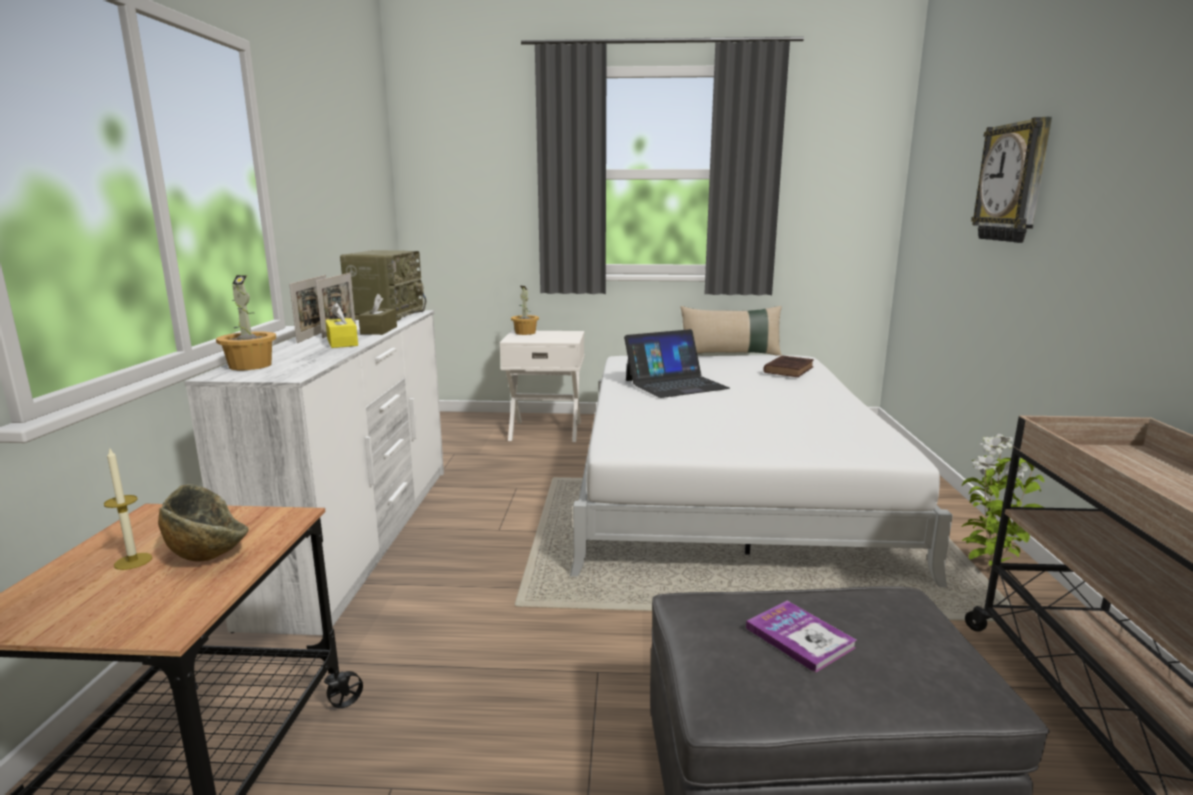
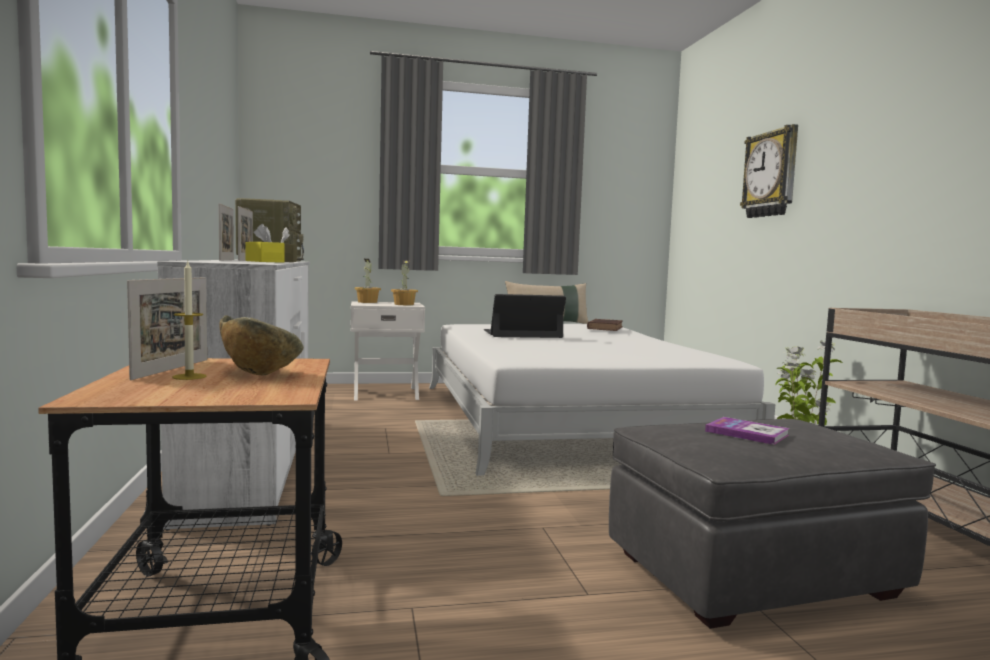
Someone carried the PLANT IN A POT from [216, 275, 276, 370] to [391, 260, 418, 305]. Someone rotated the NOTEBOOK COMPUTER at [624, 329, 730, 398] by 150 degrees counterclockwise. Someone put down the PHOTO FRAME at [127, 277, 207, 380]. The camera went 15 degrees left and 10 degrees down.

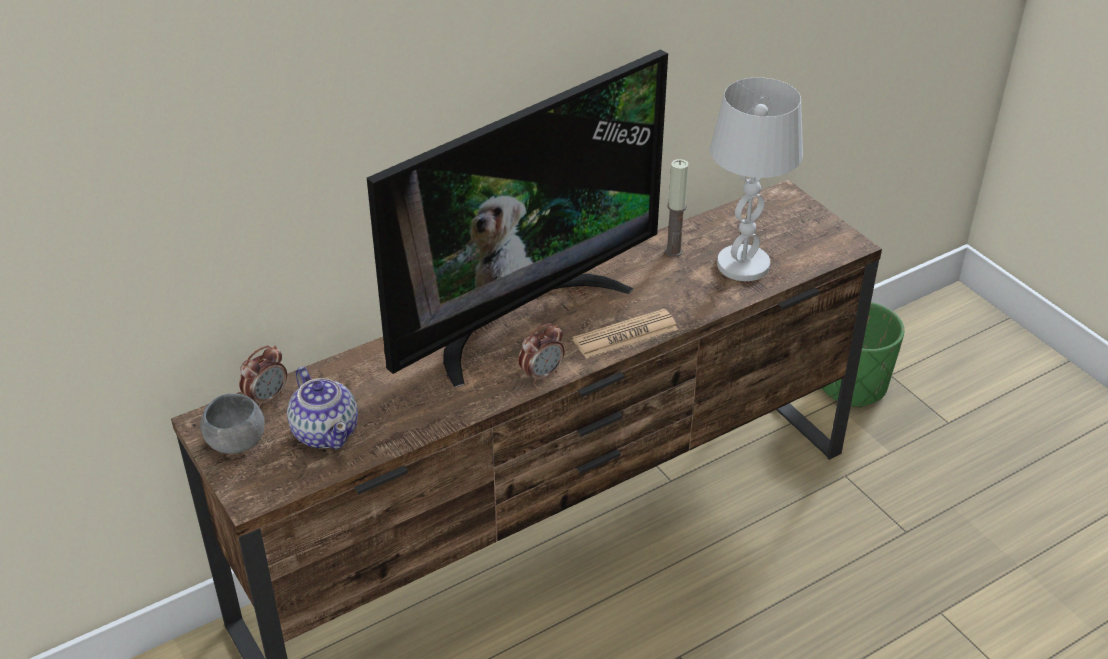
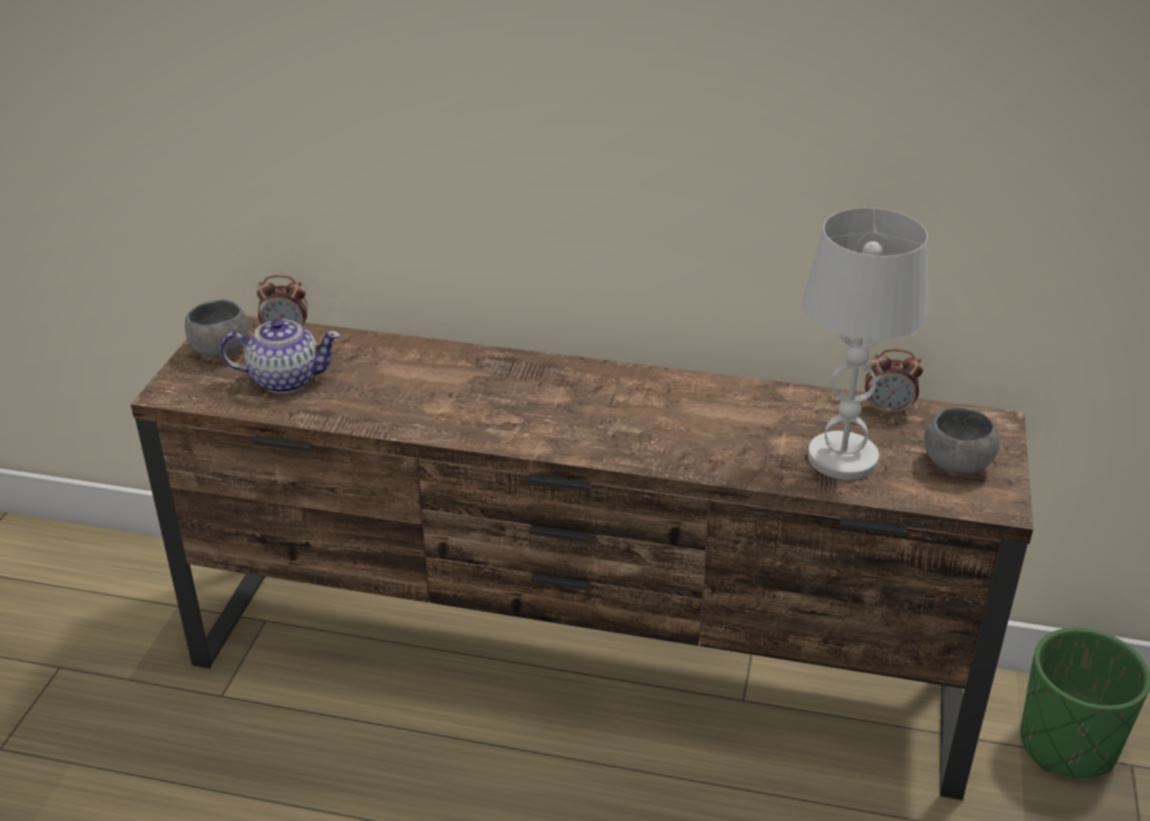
Someone rotated the TEAPOT at [287, 367, 358, 449] by 105 degrees counterclockwise. Someone took away the TV at [367, 49, 668, 387]. Someone carried the BEDSIDE CLOCK from [518, 323, 565, 384] to [865, 349, 923, 416]. Someone took away the DAILY PAPER at [572, 309, 678, 359]. Someone took away the CANDLE at [665, 159, 689, 257]. Someone put down the GRAY SERVING BOWL at [924, 407, 999, 474]. The camera went 45 degrees right and 5 degrees down.

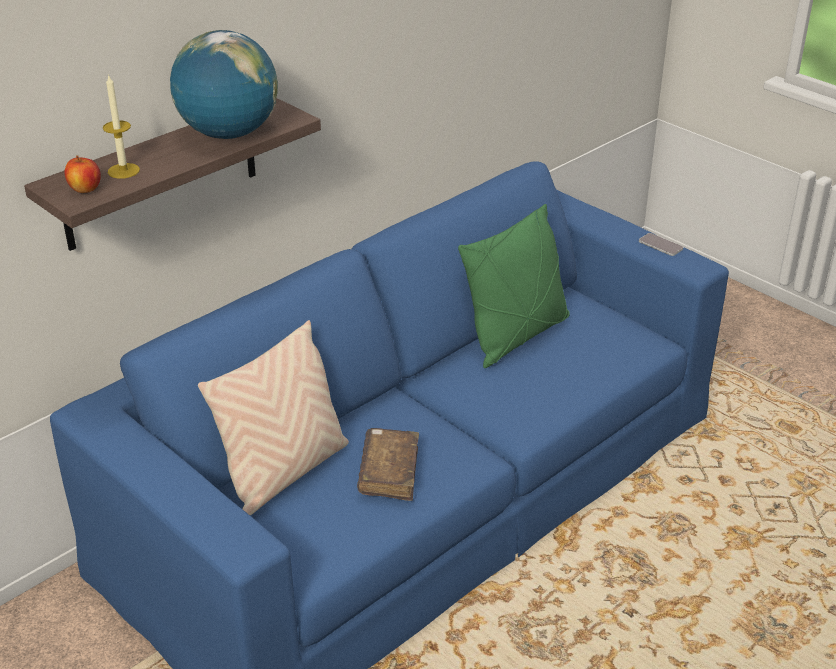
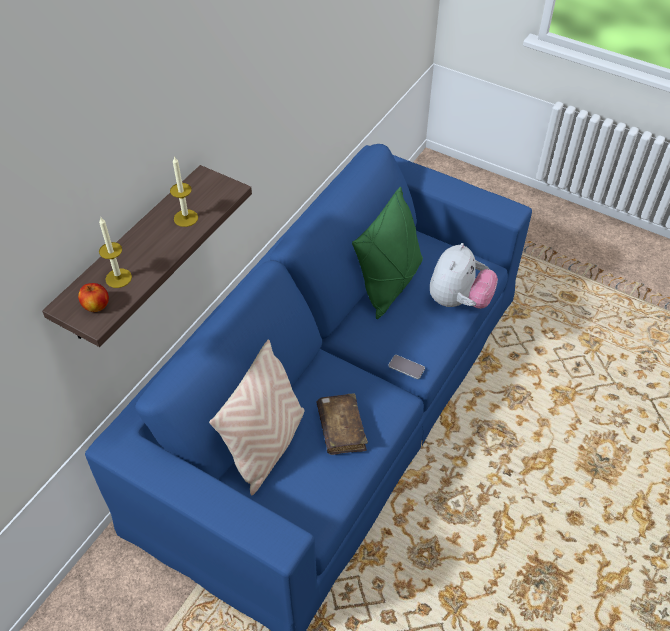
Someone swapped the WORLD GLOBE at [170, 30, 278, 139] for the CANDLE at [170, 156, 198, 227]. Someone carried the HANDSET from [639, 233, 683, 256] to [389, 355, 425, 379]. Someone put down the SOFT TOY at [430, 243, 498, 309]. The camera went 15 degrees left and 15 degrees up.

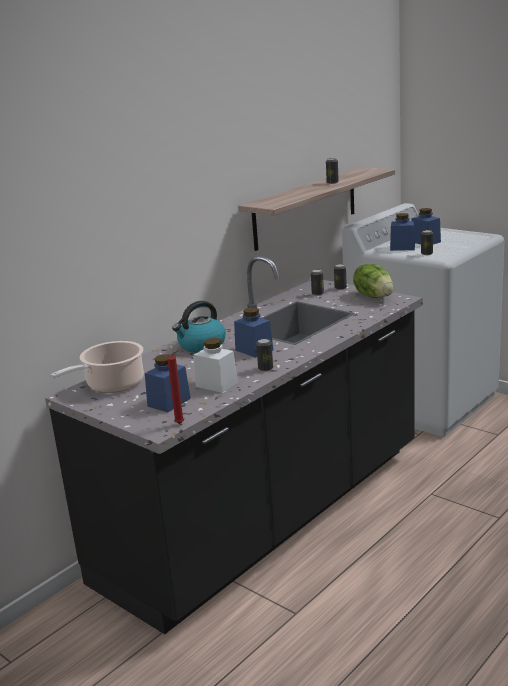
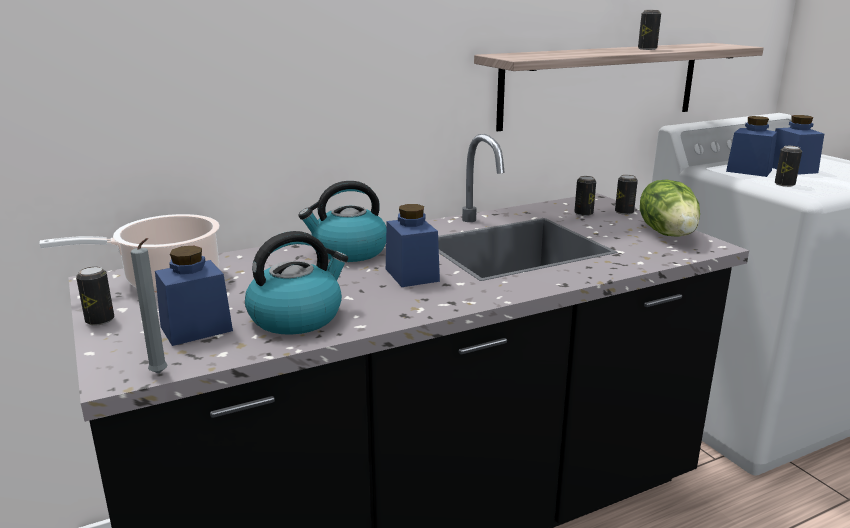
Someone repainted the RED-COLOURED CANDLE at [168, 350, 184, 424], which became the GRAY CANDLE at [131, 238, 167, 374]. Someone swapped the WHITE PRESERVE JAR at [194, 338, 238, 393] for the TEA KETTLE at [245, 231, 348, 335]. Someone carried the METAL CAN from [256, 339, 273, 371] to [76, 266, 114, 325]. The camera went 20 degrees right and 0 degrees up.

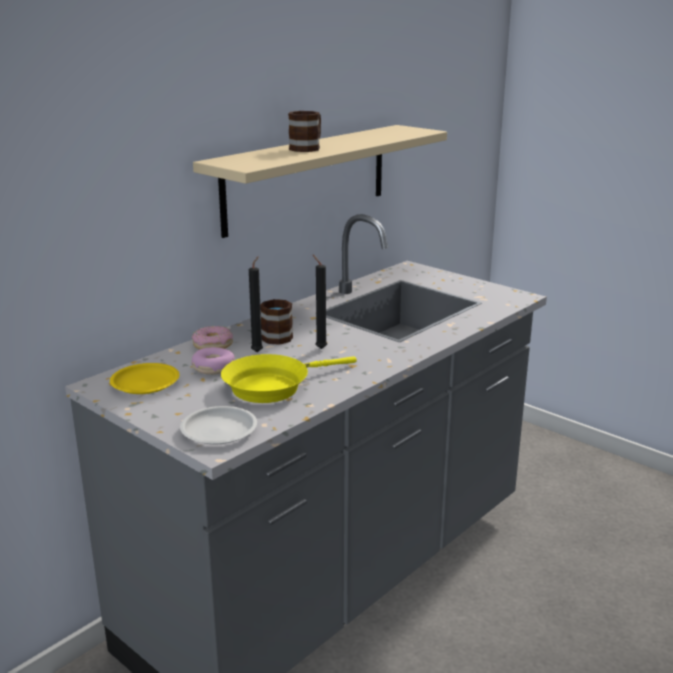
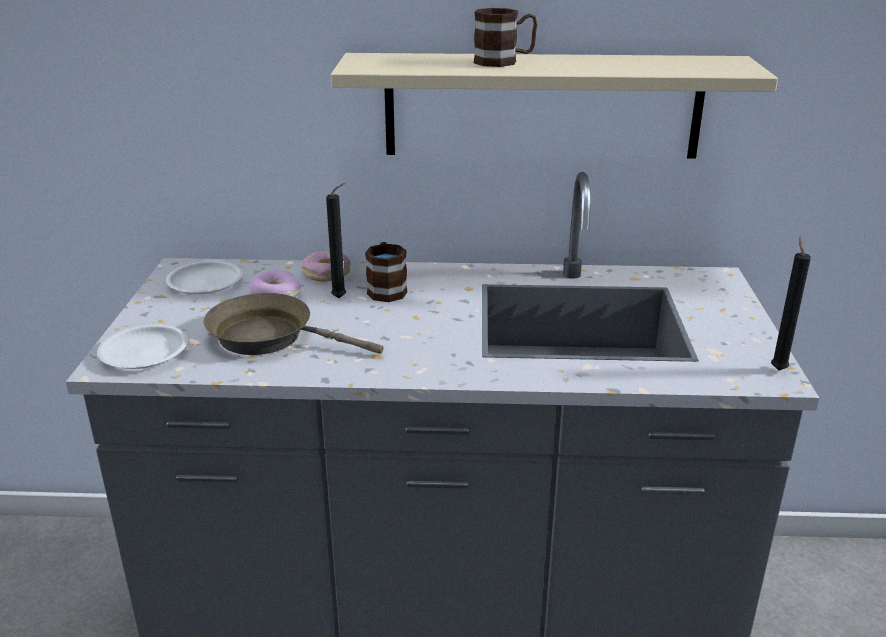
Someone repainted the YELLOWISH PLATE at [110, 363, 180, 394], which became the WHITE PLATE at [166, 261, 243, 294]. Someone repainted the YELLOWISH SKILLET at [221, 354, 357, 403], which became the BROWNISH SKILLET at [204, 293, 383, 355]. Someone carried the BLACK-COLOURED CANDLE from [313, 255, 327, 349] to [771, 236, 811, 370]. The camera went 50 degrees right and 5 degrees up.

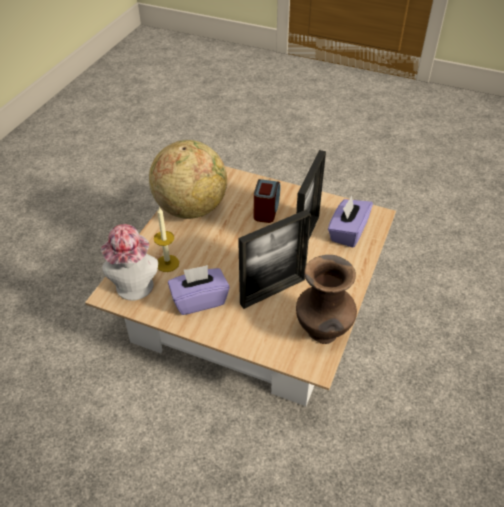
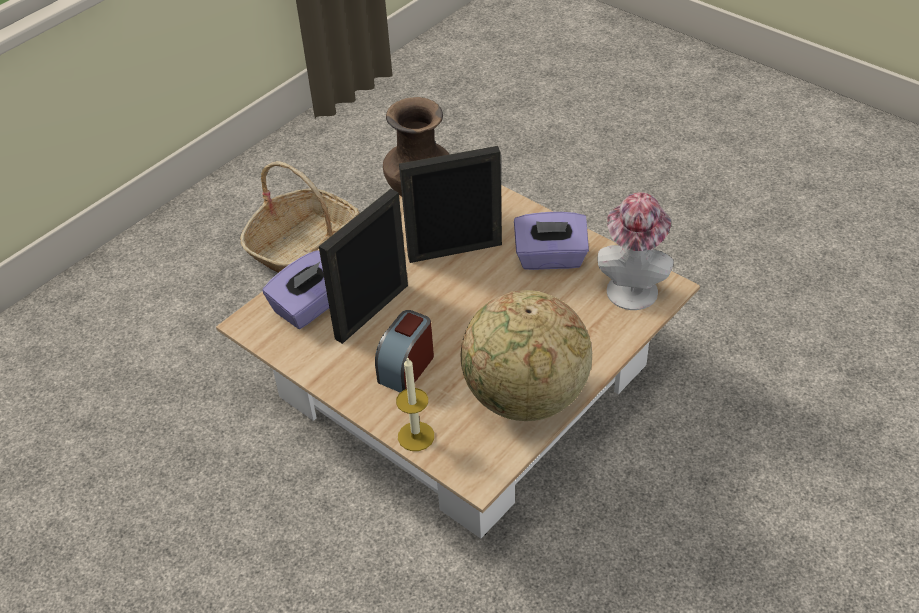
Someone carried the CANDLE from [154, 207, 179, 272] to [396, 357, 434, 451]. Someone put down the STORAGE BASKET at [240, 161, 360, 273]. The camera went 160 degrees left and 0 degrees up.

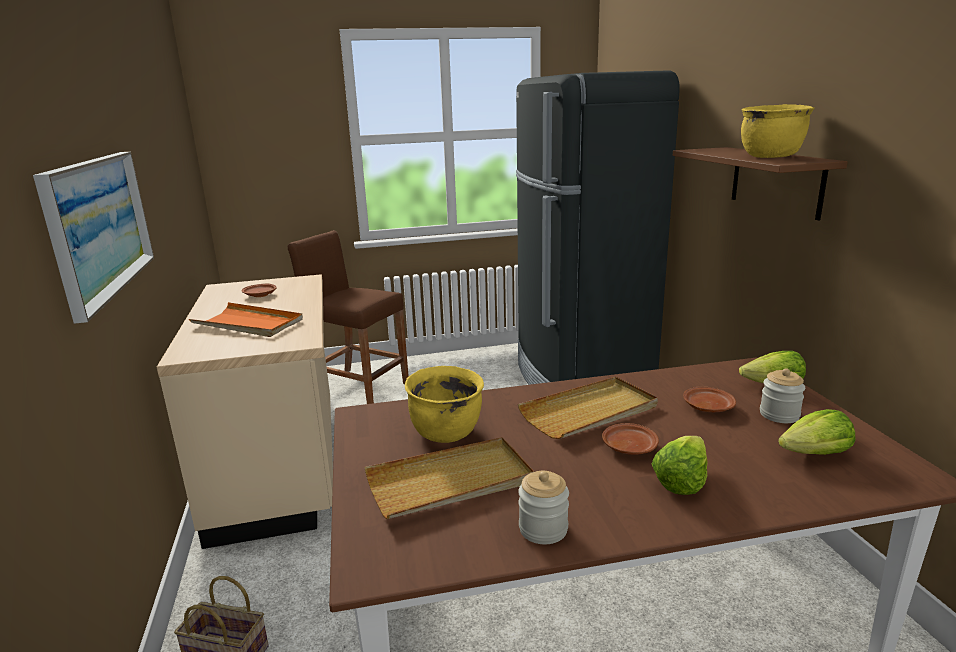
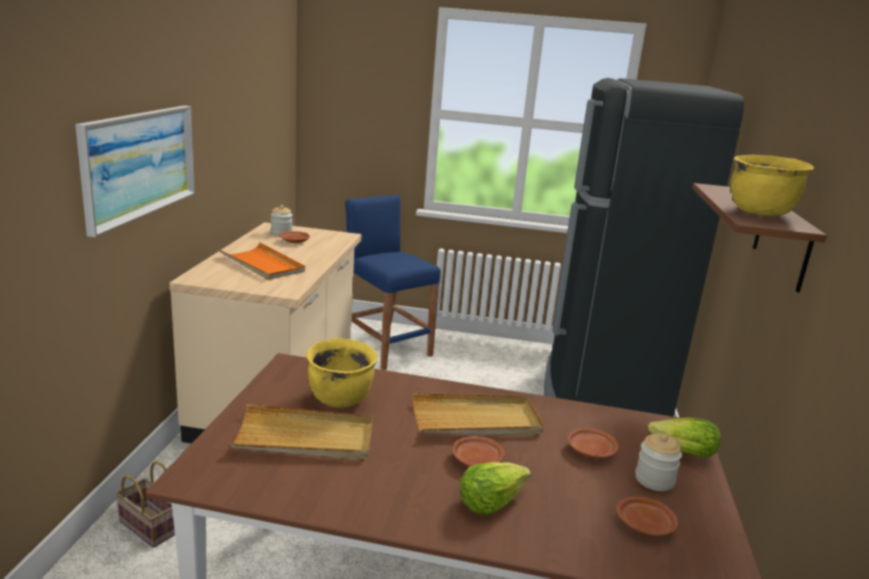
Someone repainted the BROWNISH STOOL SEAT at [288, 230, 409, 404], which became the BLUE-COLOURED STOOL SEAT at [345, 195, 441, 370]. Someone carried the PRESERVE JAR from [518, 471, 569, 544] to [271, 205, 293, 236]. Someone swapped the HEAD OF LETTUCE at [778, 409, 855, 455] for the BROWNISH PLATE at [616, 496, 678, 536]. The camera went 20 degrees right and 0 degrees up.

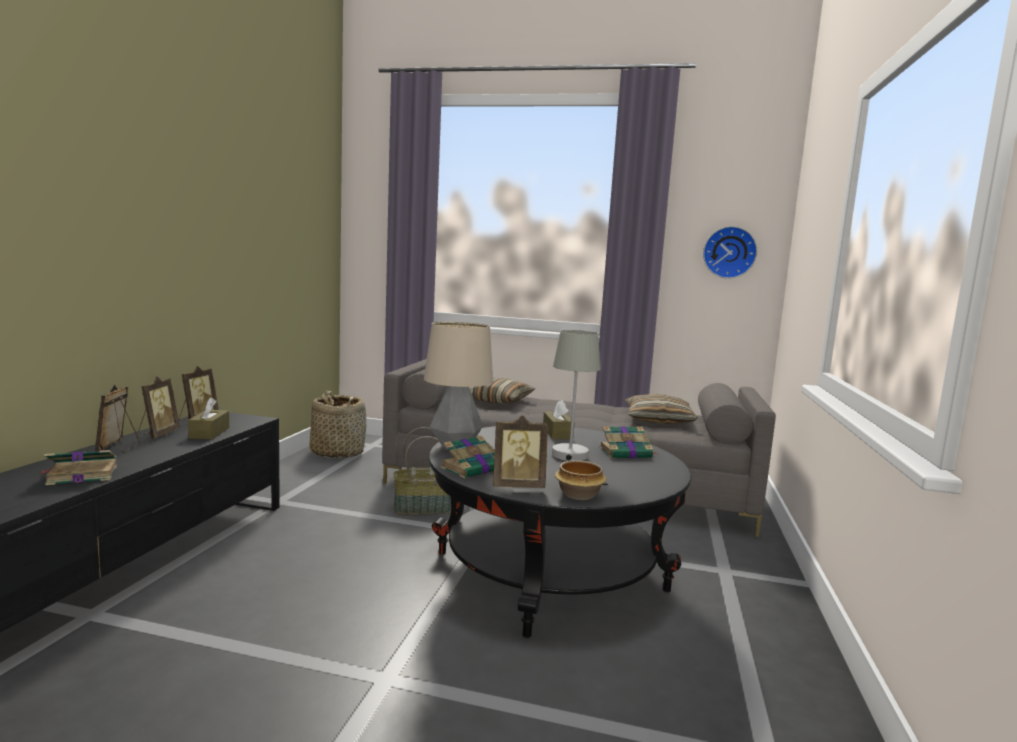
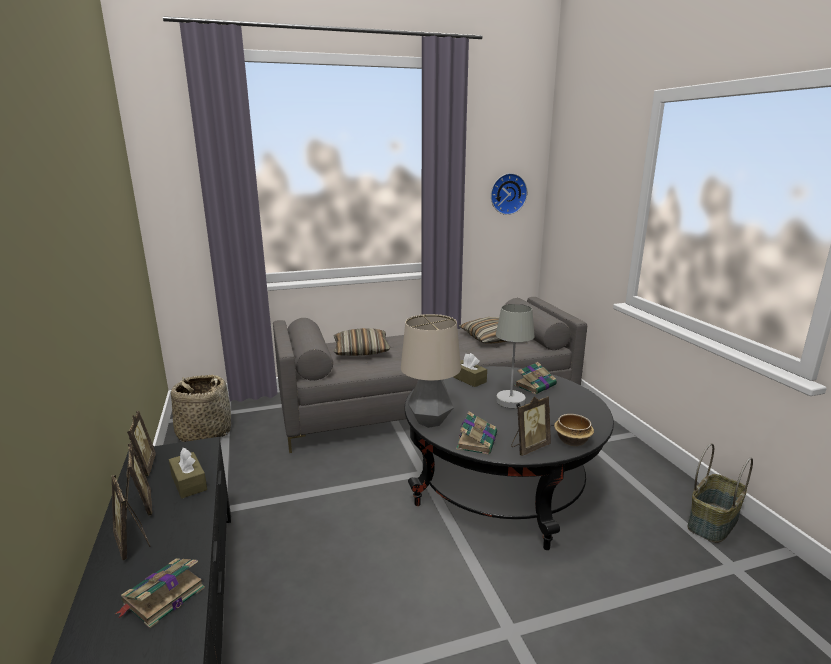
Someone carried the STORAGE BASKET from [393, 427, 451, 515] to [687, 443, 753, 543]. The camera went 30 degrees left and 10 degrees up.

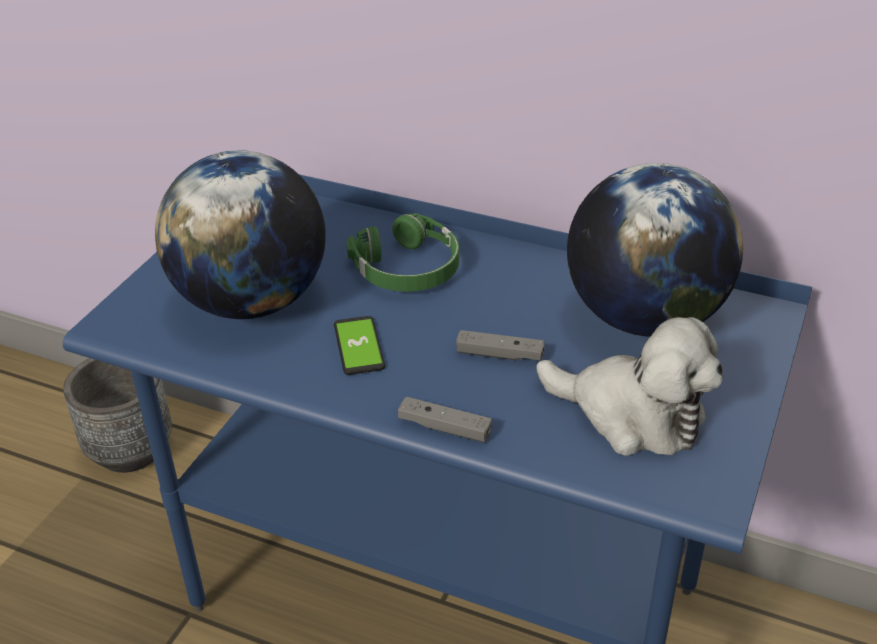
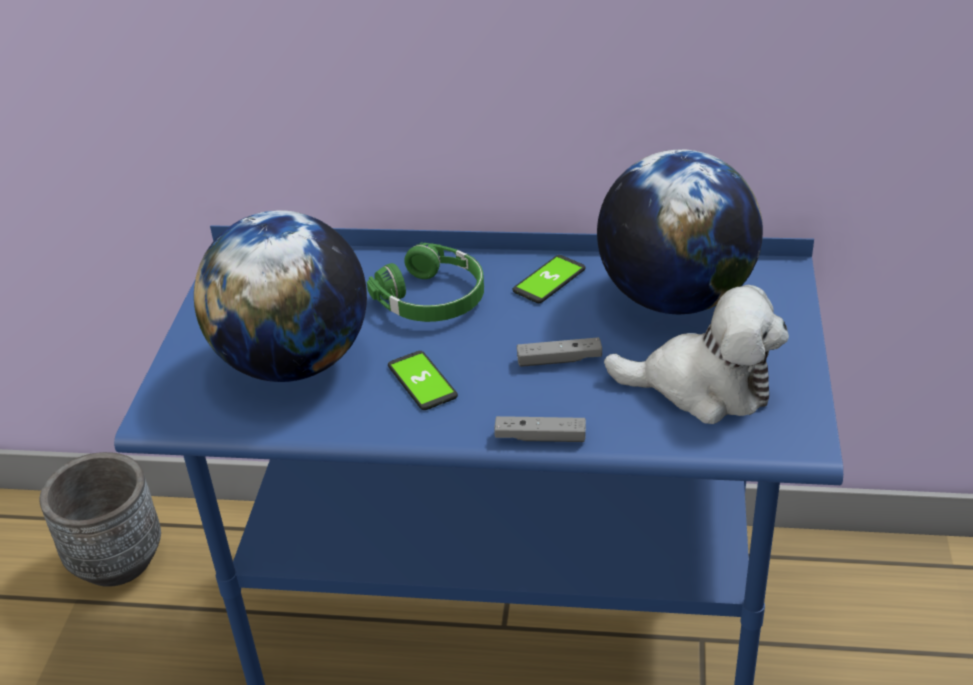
Someone put down the HANDSET at [512, 255, 586, 303]. The camera went 15 degrees left and 0 degrees up.

